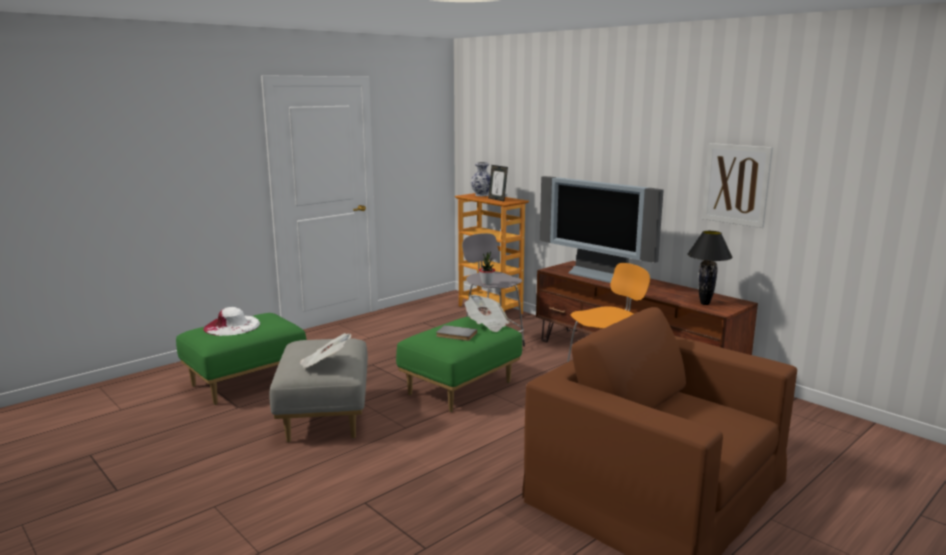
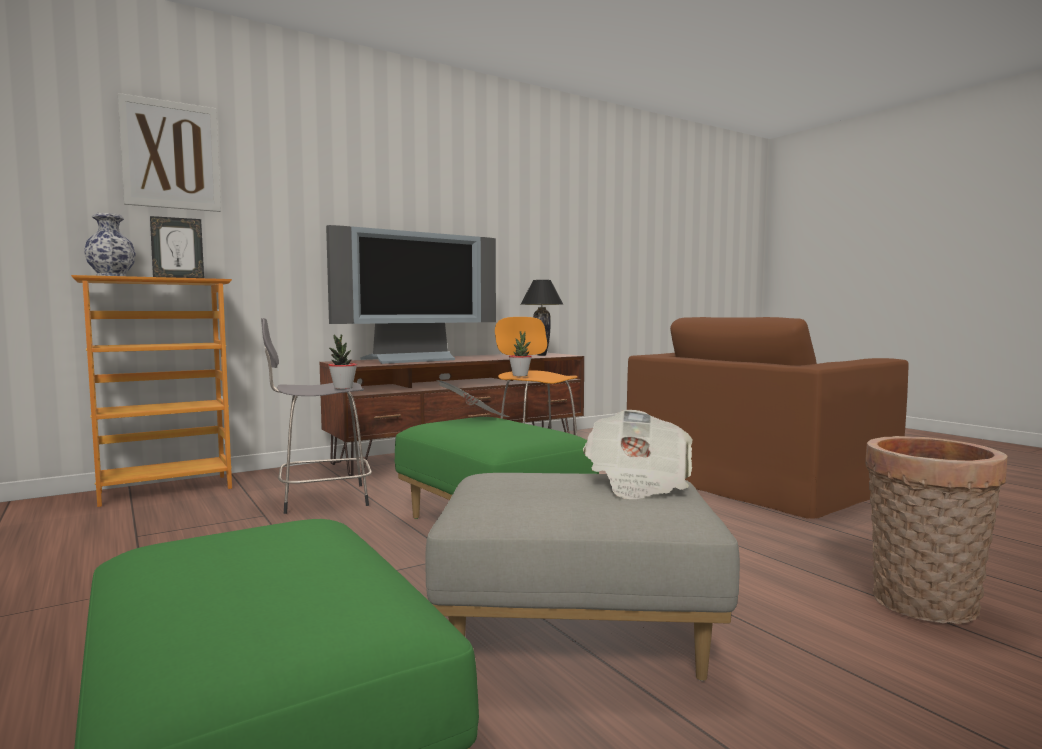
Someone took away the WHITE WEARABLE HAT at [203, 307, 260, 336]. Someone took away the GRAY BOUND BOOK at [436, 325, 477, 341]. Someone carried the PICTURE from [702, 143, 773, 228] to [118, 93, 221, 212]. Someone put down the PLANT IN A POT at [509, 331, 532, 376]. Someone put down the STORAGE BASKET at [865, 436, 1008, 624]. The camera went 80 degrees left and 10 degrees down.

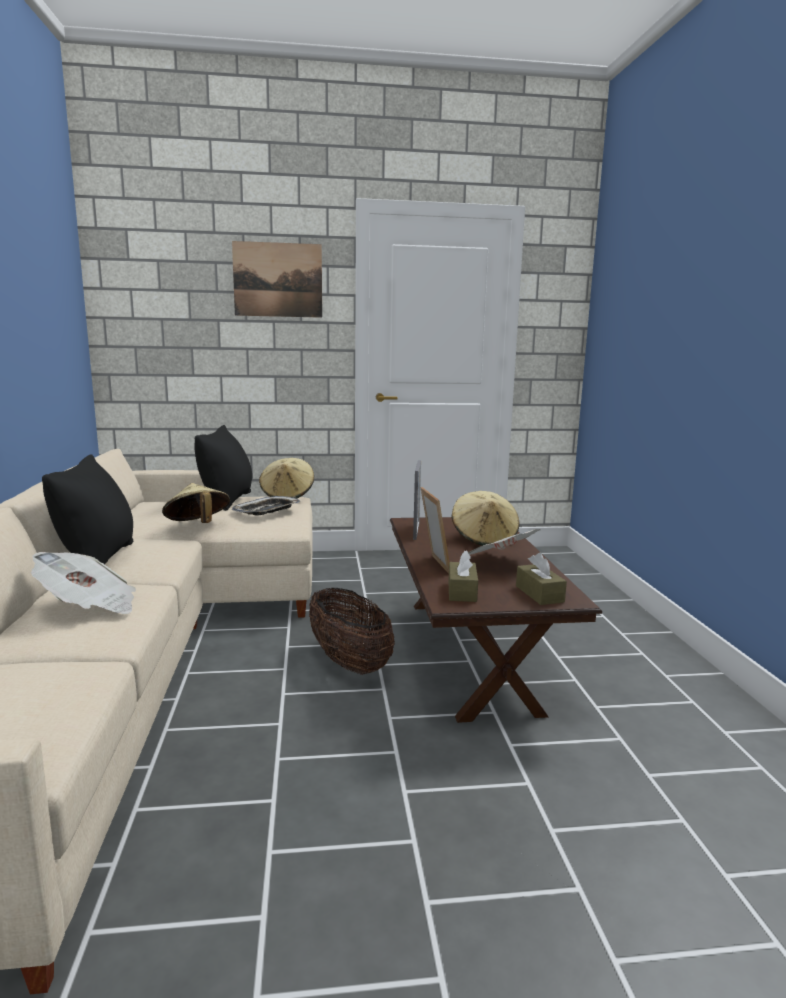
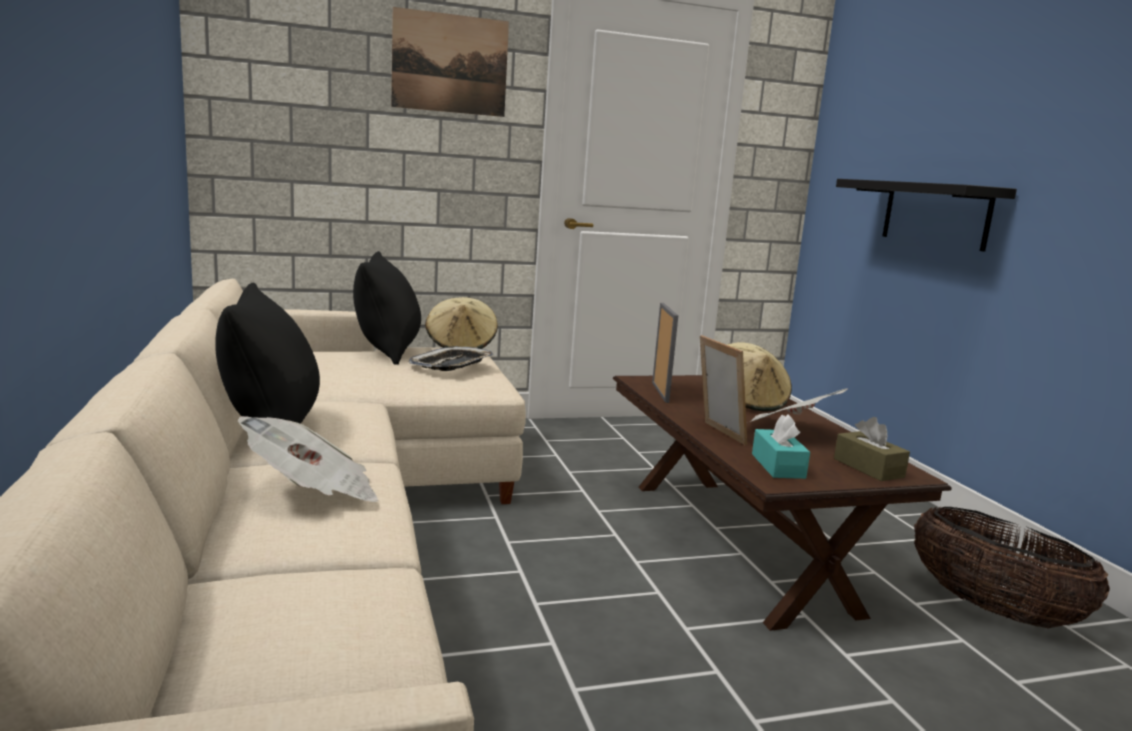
Someone took away the SAND-COLOURED WEARABLE HAT at [162, 483, 230, 523]. Someone carried the STORAGE BASKET from [309, 588, 395, 675] to [914, 506, 1110, 629]. Someone repainted the BROWNISH TISSUE HOLDER at [448, 550, 478, 602], which became the BLUE-GREEN TISSUE HOLDER at [752, 414, 810, 479]. Someone put up the BLACK-COLOURED WALL SHELF at [836, 179, 1017, 252]. The camera went 10 degrees left and 0 degrees up.

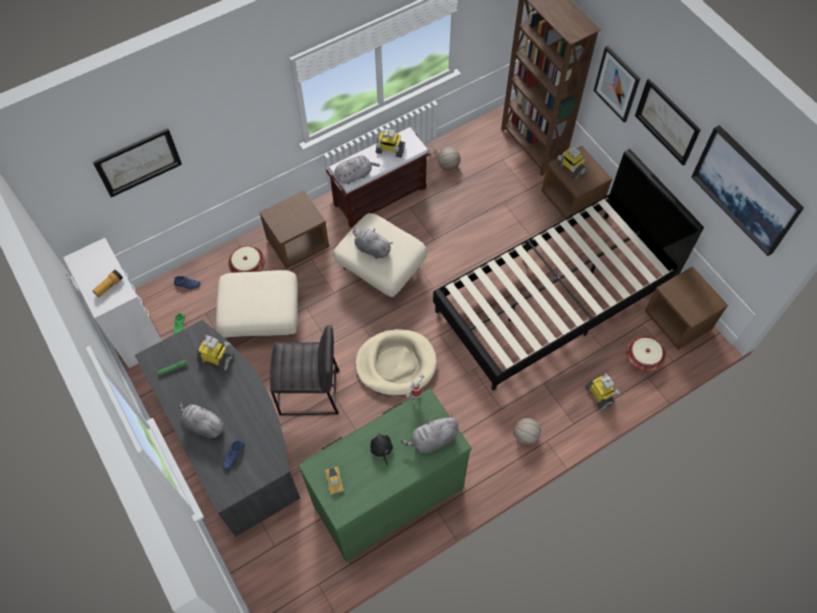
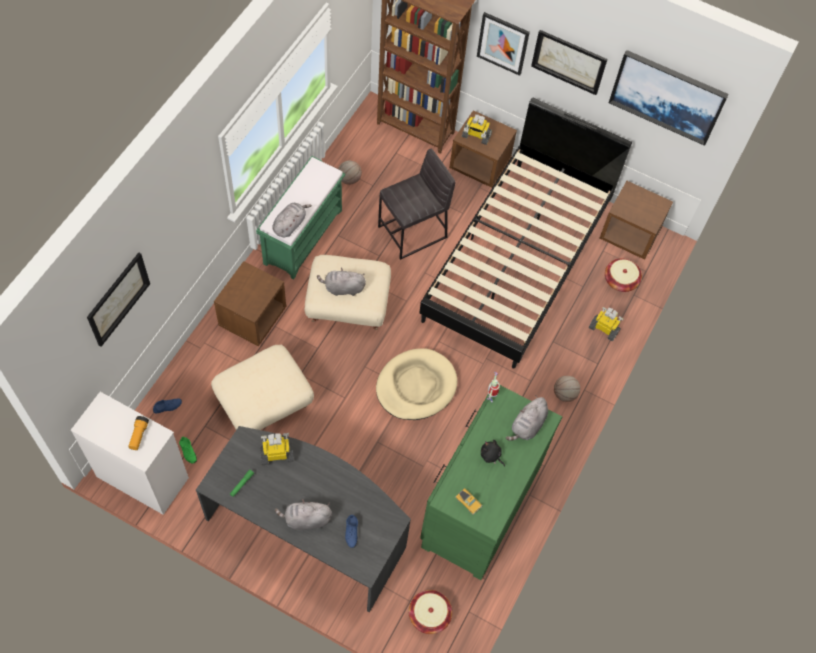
Someone carried the STORAGE BASKET from [228, 246, 265, 273] to [409, 590, 452, 634]. Someone carried the GRAY STOOL SEAT from [270, 325, 340, 416] to [378, 148, 456, 260]. Someone repainted the BROWNISH INDOOR BENCH at [326, 127, 431, 228], which became the GREEN-COLOURED INDOOR BENCH at [256, 156, 345, 280]. Someone took away the TOY ROBOT at [376, 128, 405, 158]. The camera went 35 degrees left and 0 degrees up.

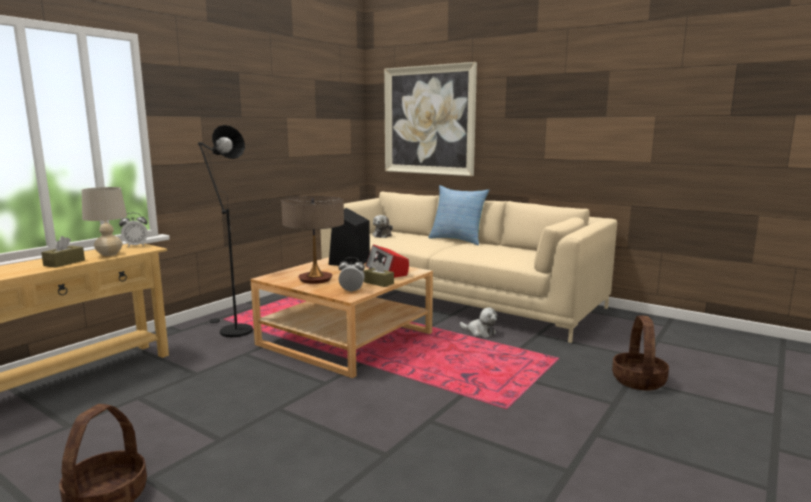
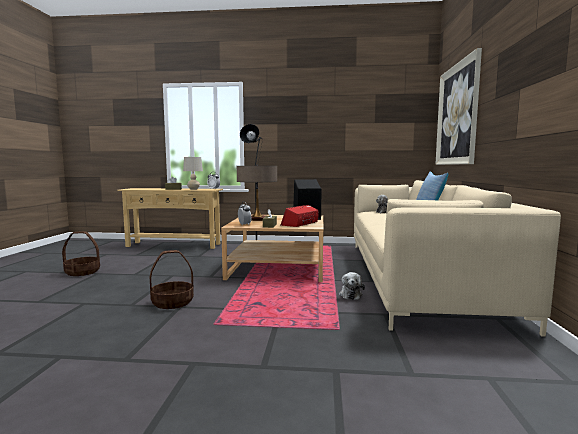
Someone carried the STORAGE BASKET from [612, 316, 669, 391] to [150, 250, 194, 309]. The camera went 60 degrees right and 5 degrees down.

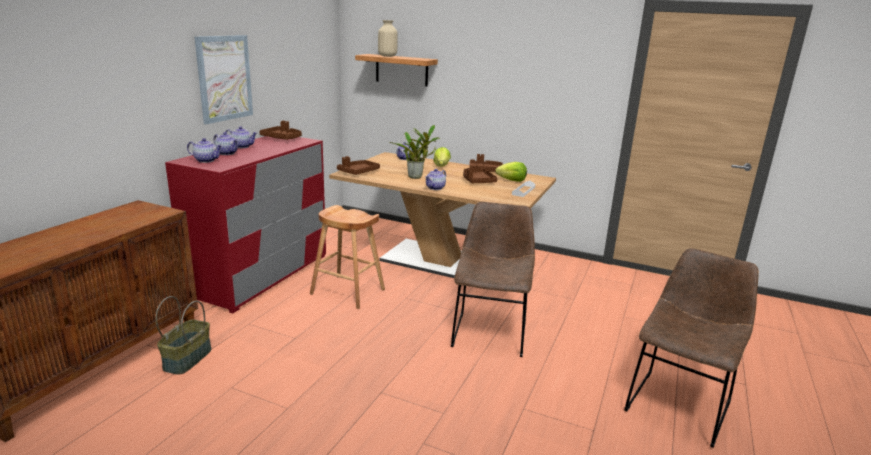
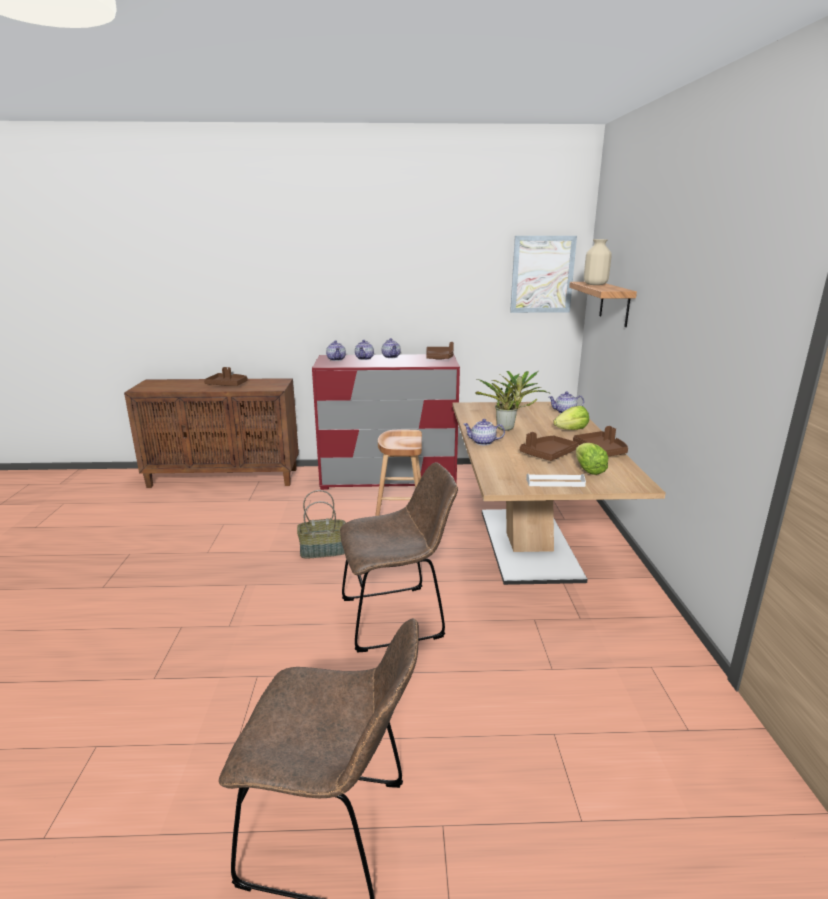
Someone carried the STORAGE BASKET from [156, 296, 211, 374] to [297, 490, 346, 559]. Someone carried the PICTURE from [195, 35, 253, 124] to [510, 236, 577, 313]. Someone carried the BROWNISH TRAY from [337, 156, 380, 175] to [204, 367, 248, 386]. The camera went 65 degrees right and 0 degrees up.

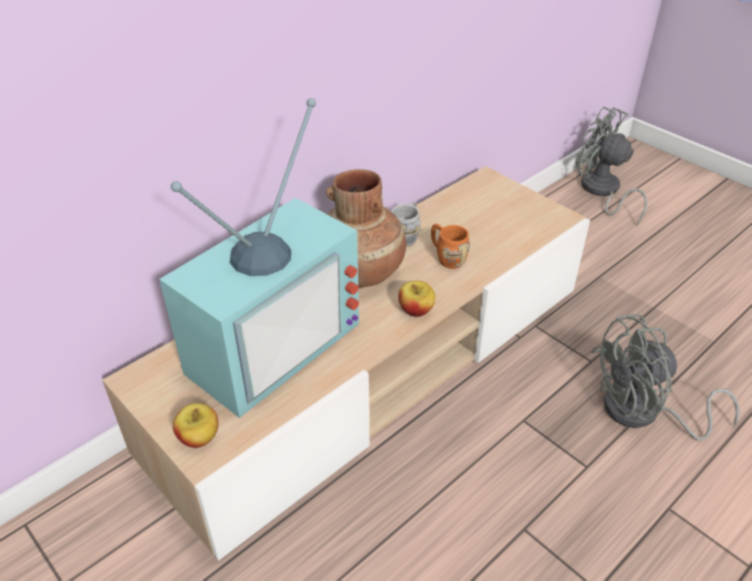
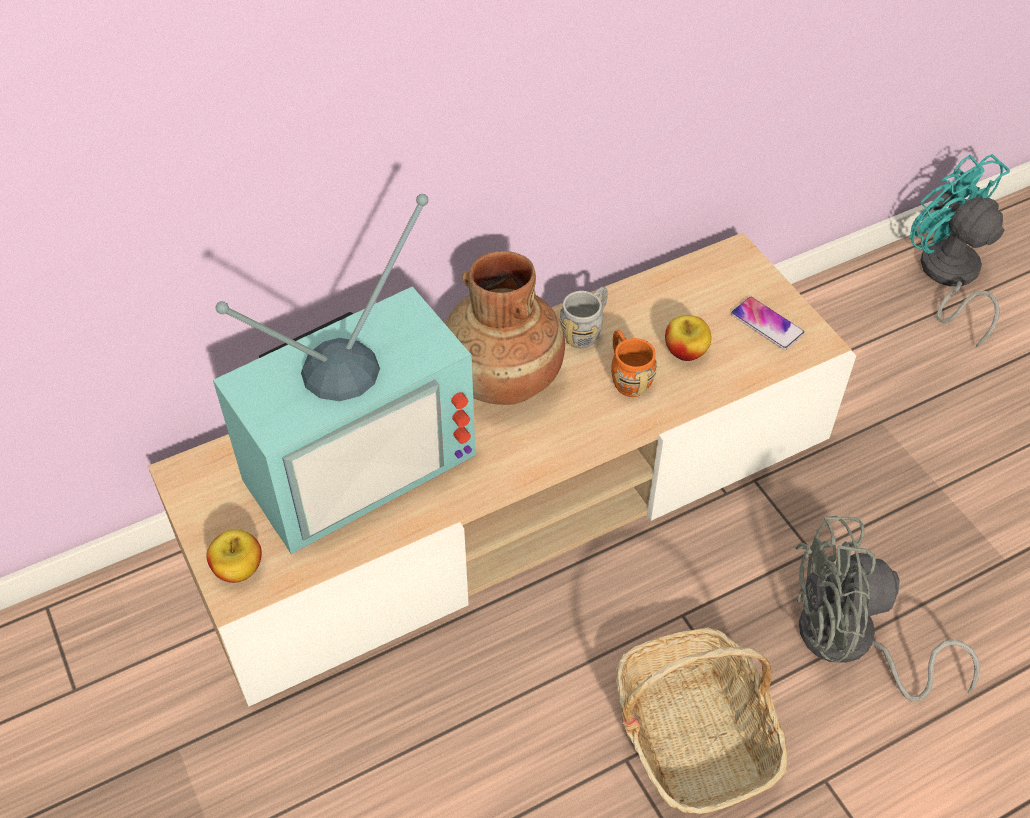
Someone carried the APPLE FRUIT from [398, 281, 435, 317] to [665, 315, 711, 361]. Someone repainted the GRAY COOLING FAN at [575, 106, 648, 226], which became the BLUE-GREEN COOLING FAN at [910, 154, 1010, 348]. Someone put down the STORAGE BASKET at [616, 627, 788, 814]. Someone put down the HANDSET at [731, 296, 805, 350]. The camera went 15 degrees right and 10 degrees up.

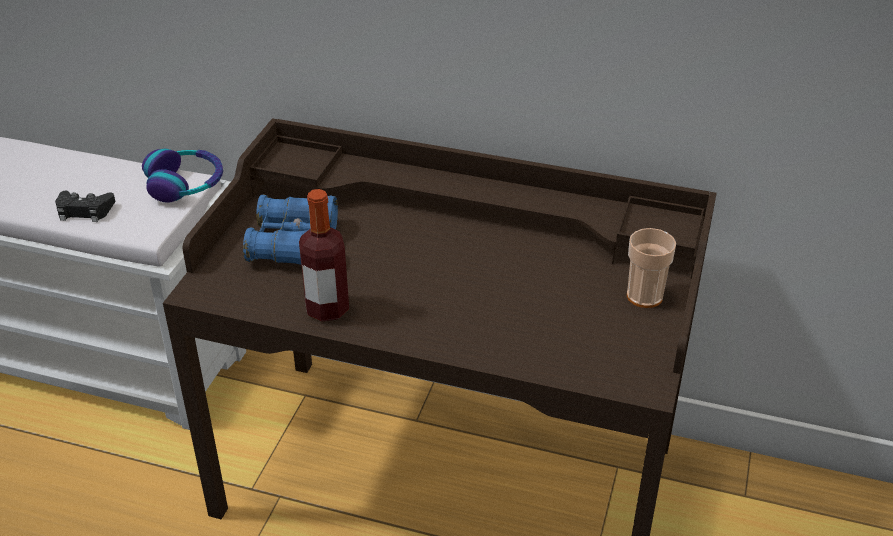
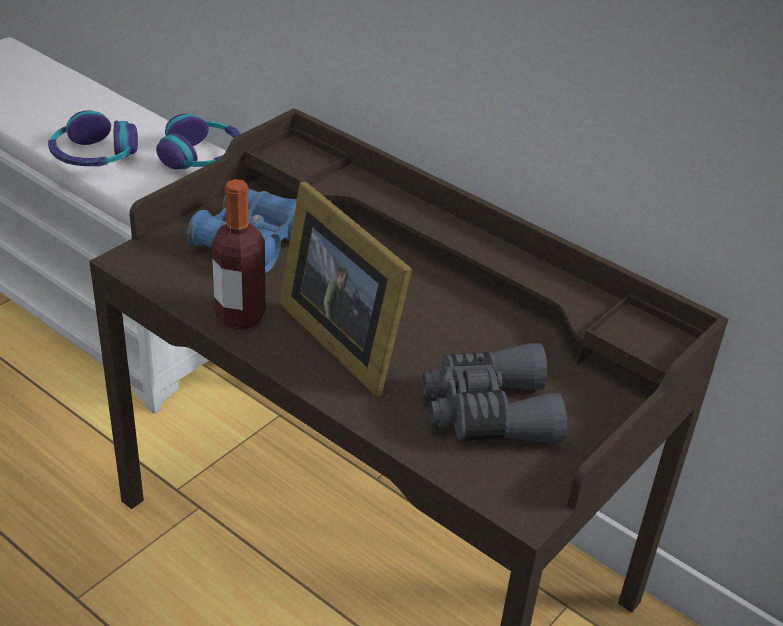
Someone swapped the BLACK-COLOURED JOYPAD at [55, 191, 115, 222] for the PAIR OF HEADPHONES at [48, 110, 138, 166]. Someone took away the DRINKING CUP at [627, 228, 676, 308]. Someone put down the PHOTO FRAME at [279, 181, 412, 397]. Someone put down the GRAY FIELD GLASSES at [422, 343, 567, 444]. The camera went 20 degrees right and 0 degrees up.

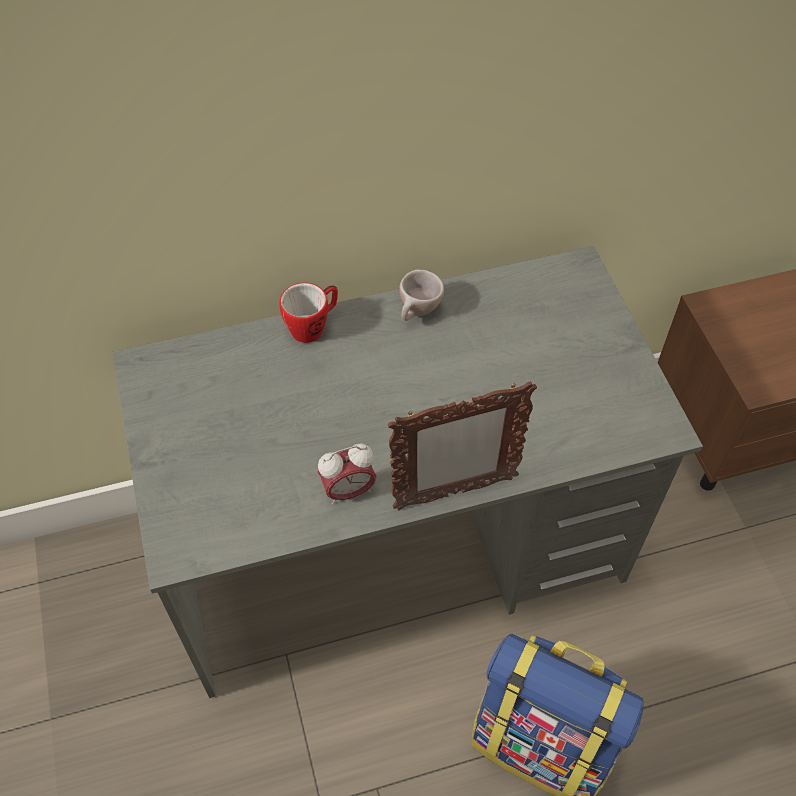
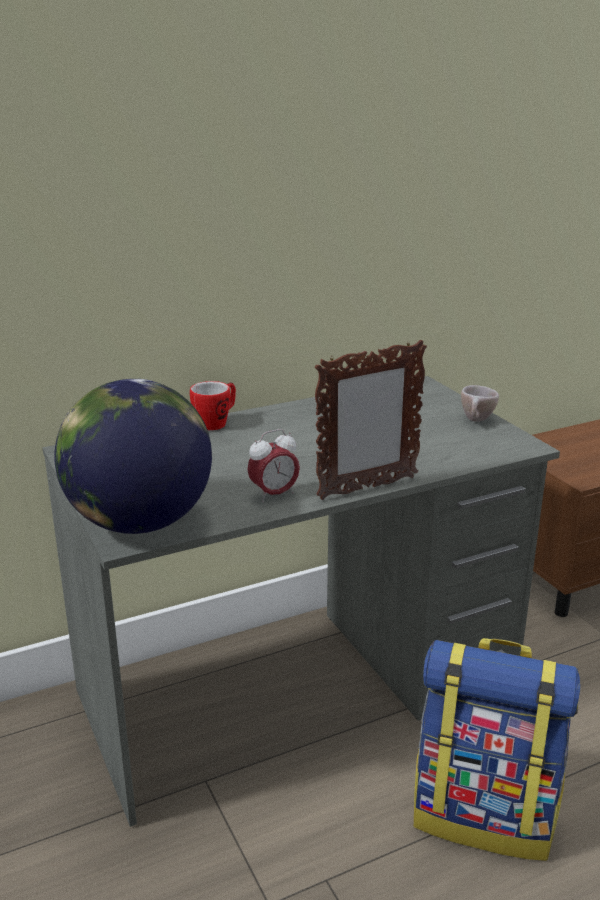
Someone carried the SAND-COLOURED DRINKING CUP from [399, 270, 444, 321] to [461, 385, 499, 422]. Someone put down the WORLD GLOBE at [54, 379, 212, 534]. The camera went 10 degrees left and 30 degrees down.

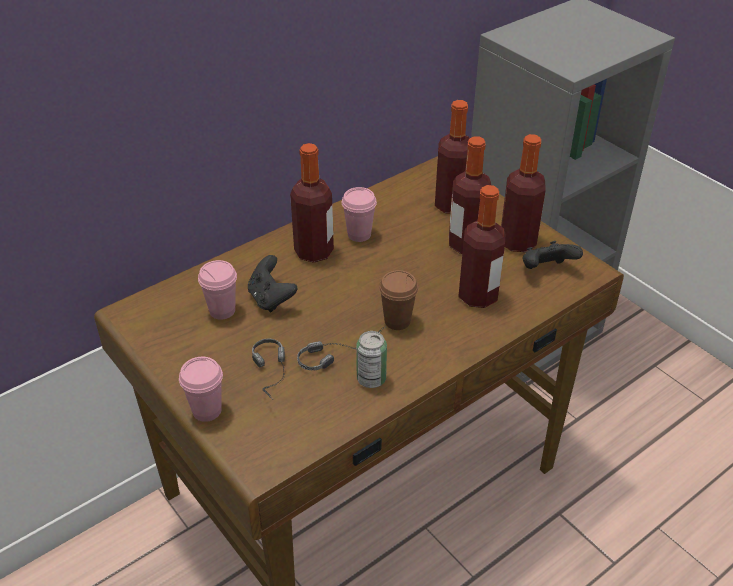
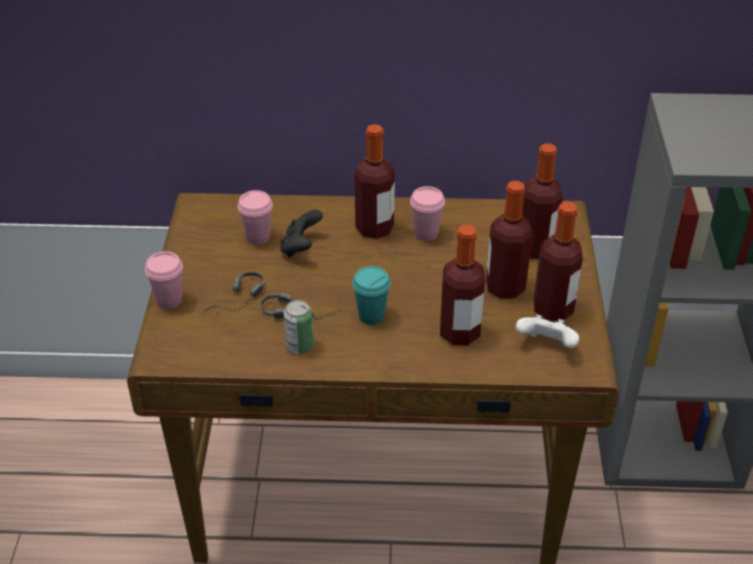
Someone repainted the BROWNISH DRINKING CUP at [379, 270, 418, 330], which became the BLUE-GREEN DRINKING CUP at [352, 266, 391, 325]. Someone repainted the BLACK-COLOURED JOYPAD at [523, 241, 583, 269], which became the WHITE JOYPAD at [516, 315, 579, 348]. The camera went 40 degrees right and 0 degrees up.

